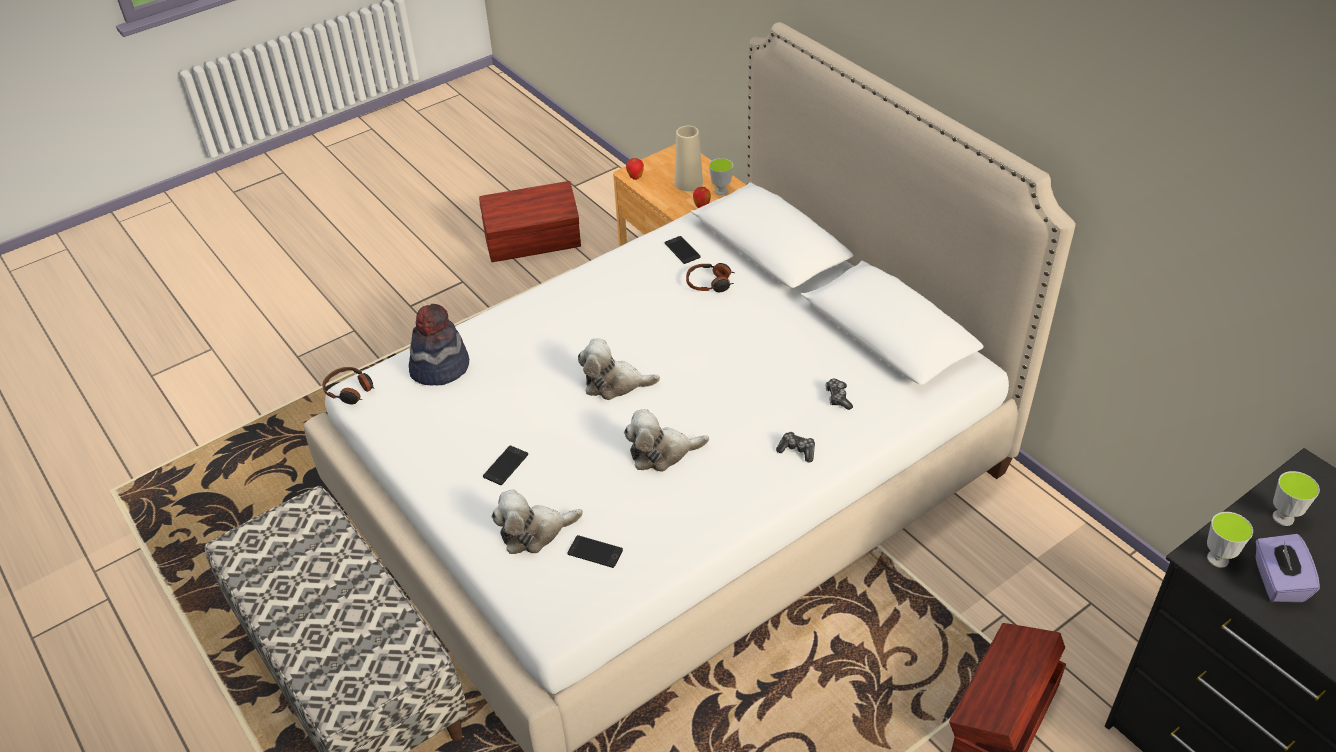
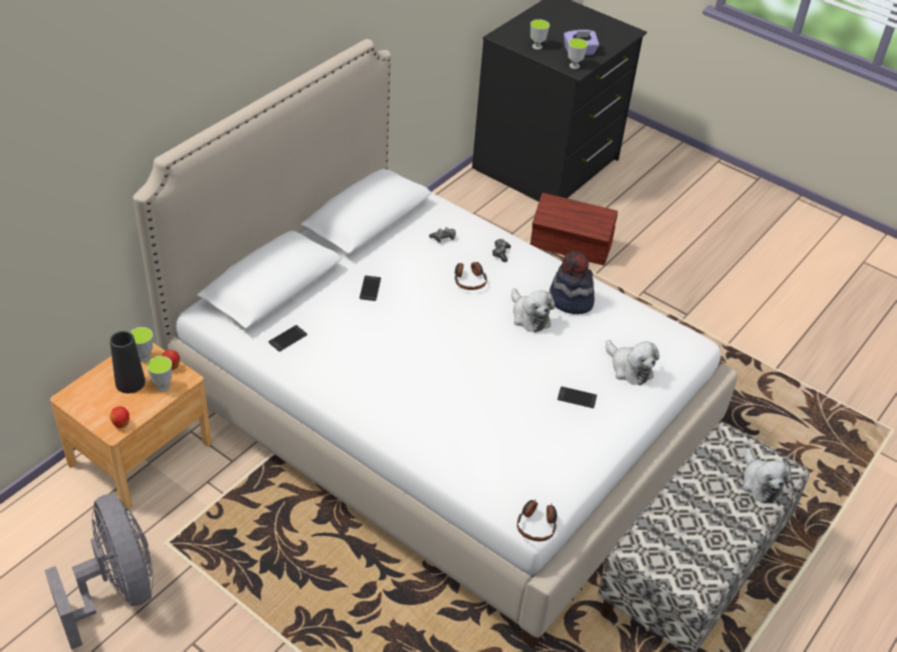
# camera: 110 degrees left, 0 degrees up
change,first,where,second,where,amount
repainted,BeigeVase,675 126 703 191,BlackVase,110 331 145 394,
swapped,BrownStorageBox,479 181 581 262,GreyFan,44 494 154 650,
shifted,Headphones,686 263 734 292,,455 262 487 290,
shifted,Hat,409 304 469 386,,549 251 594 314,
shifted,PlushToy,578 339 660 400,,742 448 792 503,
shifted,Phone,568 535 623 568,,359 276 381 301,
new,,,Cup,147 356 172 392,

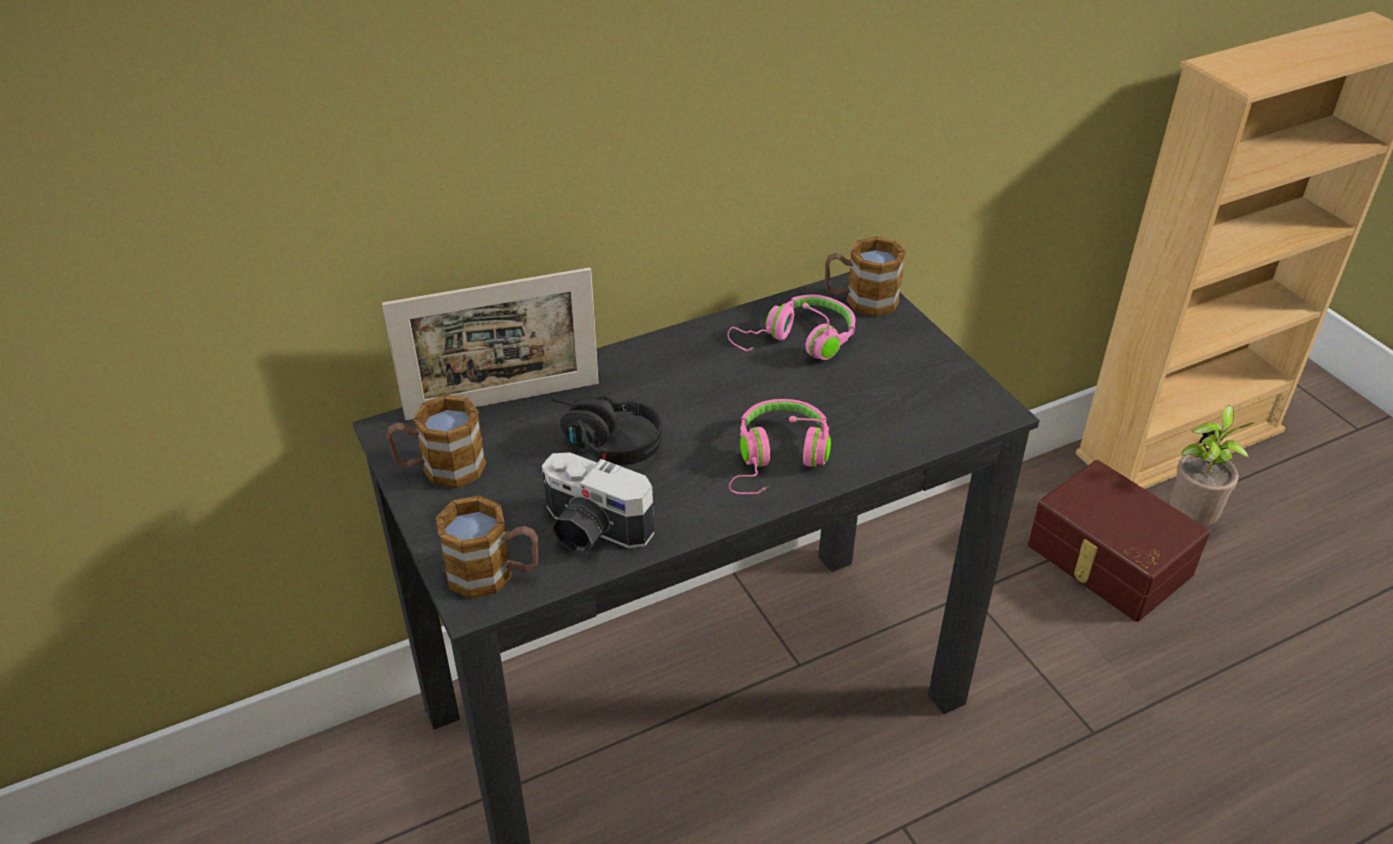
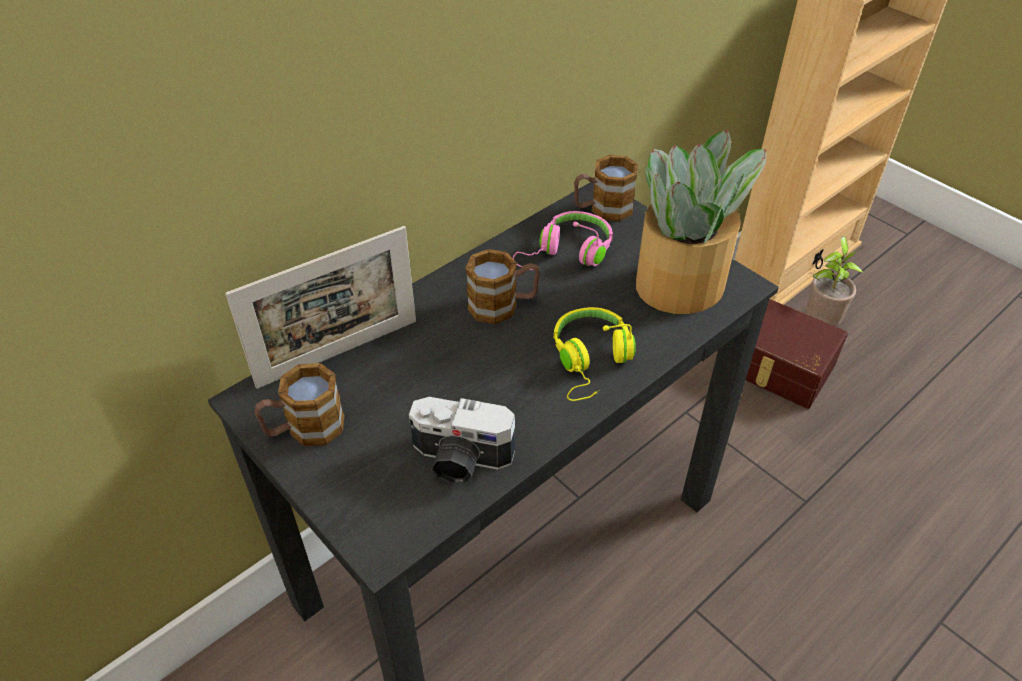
# camera: 15 degrees left, 5 degrees up
change,first,where,second,where,amount
gone,BlackHeadphones,550 396 662 465,,,
repainted,PinkHeadphones,729 399 831 494,YellowHeadphones,554 307 636 401,
shifted,Mug,436 496 538 599,,466 249 540 324,
new,,,PottedPlant,636 130 767 314,

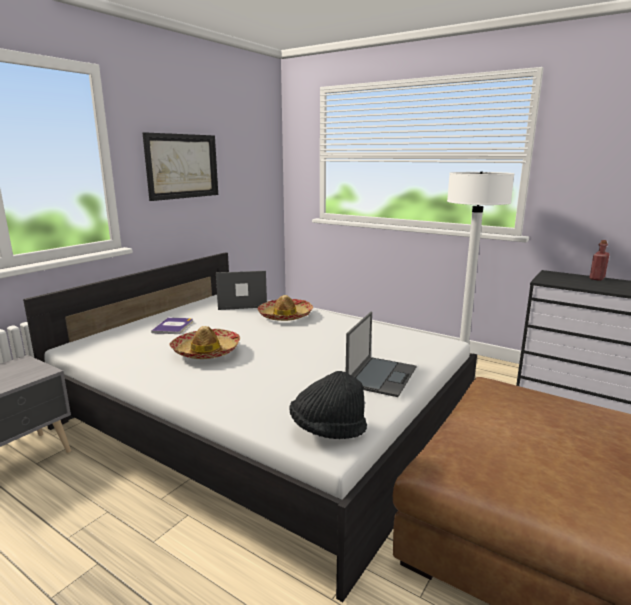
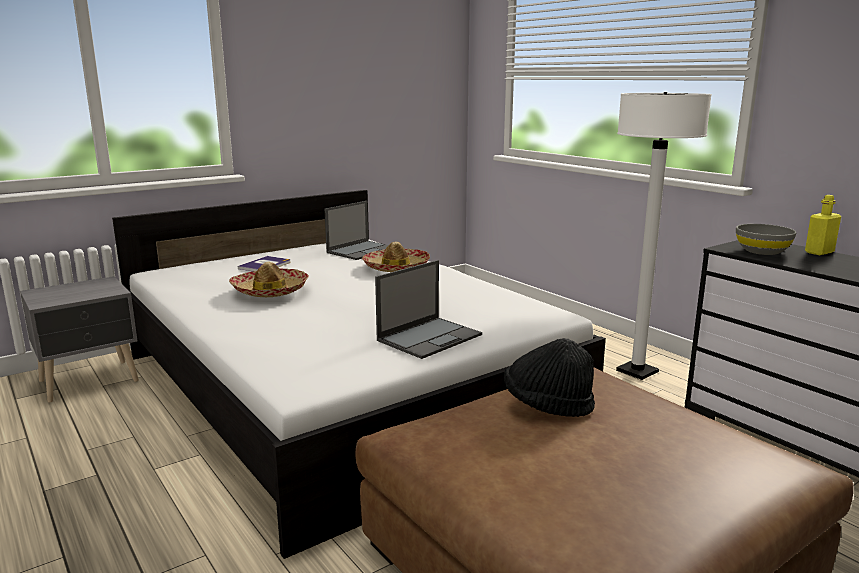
# camera: 20 degrees right, 0 degrees up
change,first,where,second,where,amount
gone,Picture,143 132 218 201,,,
repainted,RedBottle,589 240 609 281,YellowBottle,805 195 841 255,
rotated,Laptop,216 271 267 310,,325 201 388 260,120 degrees clockwise
shifted,BlackHat,290 371 367 439,,504 338 595 417,
new,,,GreyBowl,736 224 796 255,

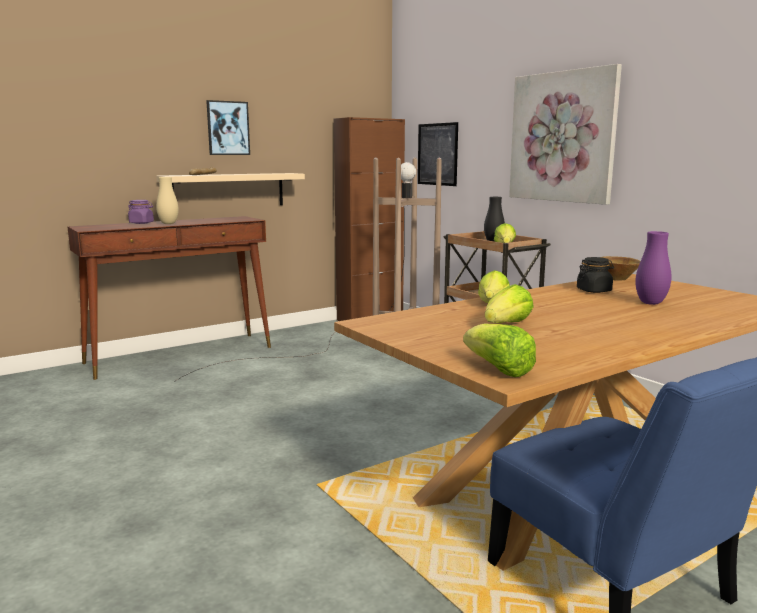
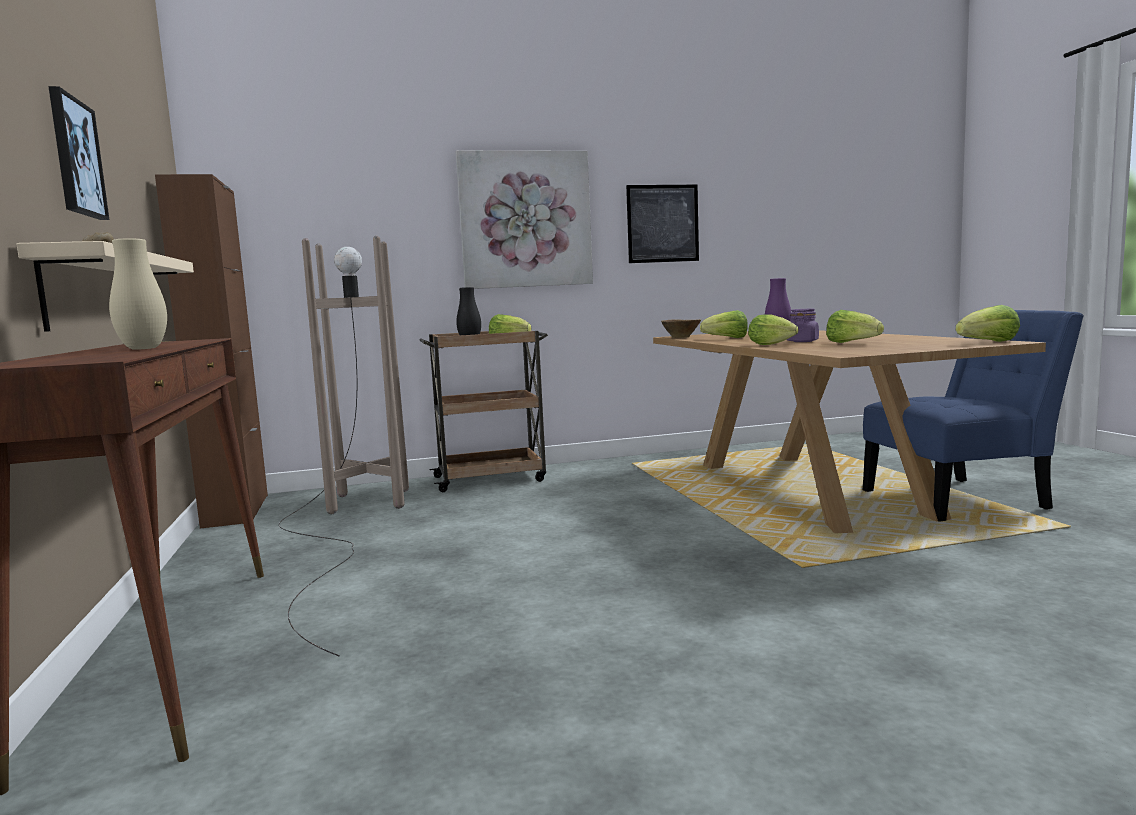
# camera: 70 degrees left, 5 degrees down
change,first,where,second,where,amount
shifted,Picture,418 122 458 186,,626 185 699 263,
shifted,PurpleJar,128 200 154 224,,787 309 819 342,
swapped,BlackJar,577 257 614 293,Lettuce,700 310 748 338,

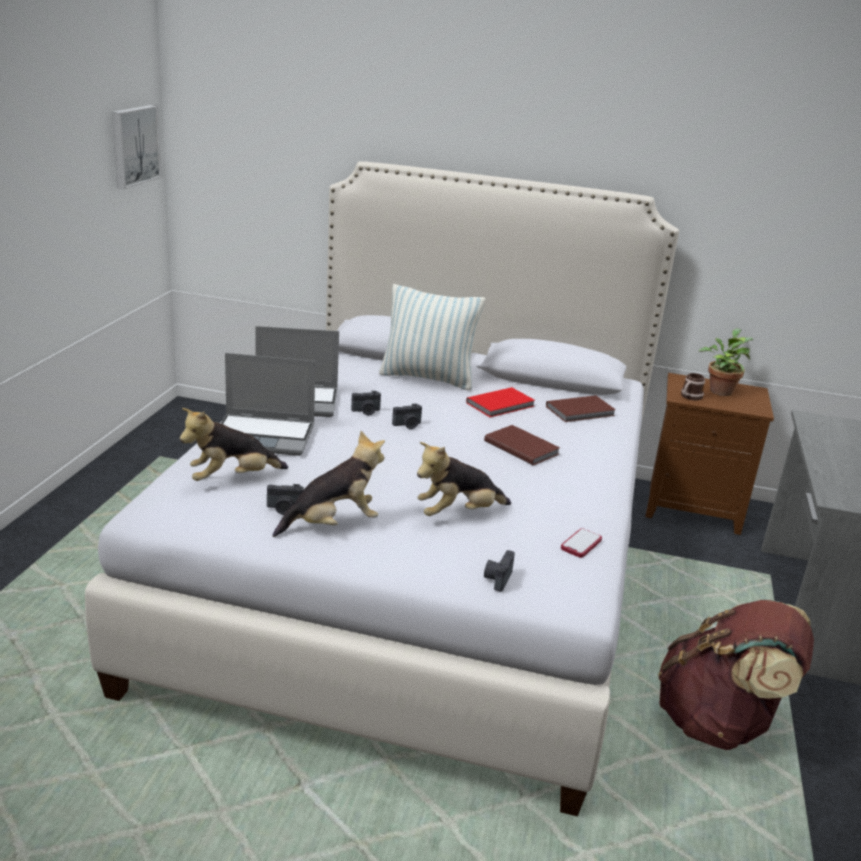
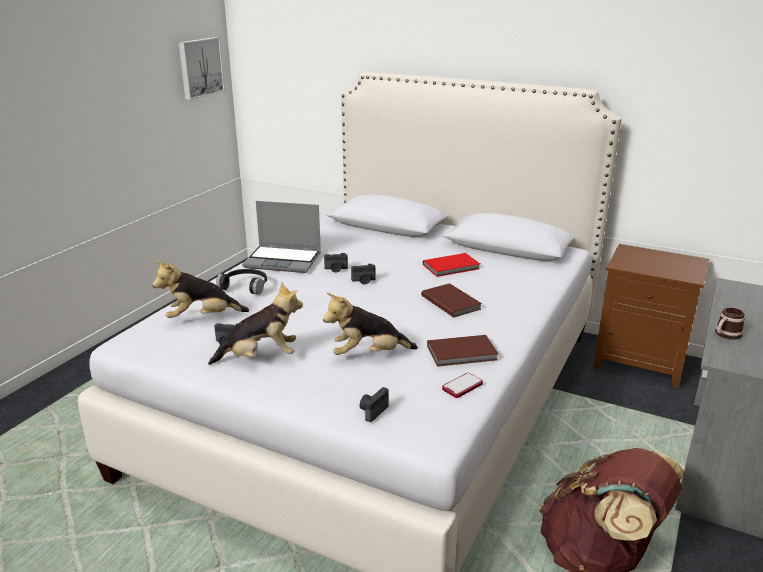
# camera: 15 degrees right, 0 degrees up
change,first,where,second,where,amount
gone,Pillow,379 284 485 390,,,
gone,PottedPlant,699 328 753 396,,,
swapped,Laptop,221 353 315 456,BlackHeadphones,216 269 267 295,
shifted,Mug,681 373 705 400,,715 308 745 340,
shifted,BrownBook,546 395 616 422,,427 335 498 367,

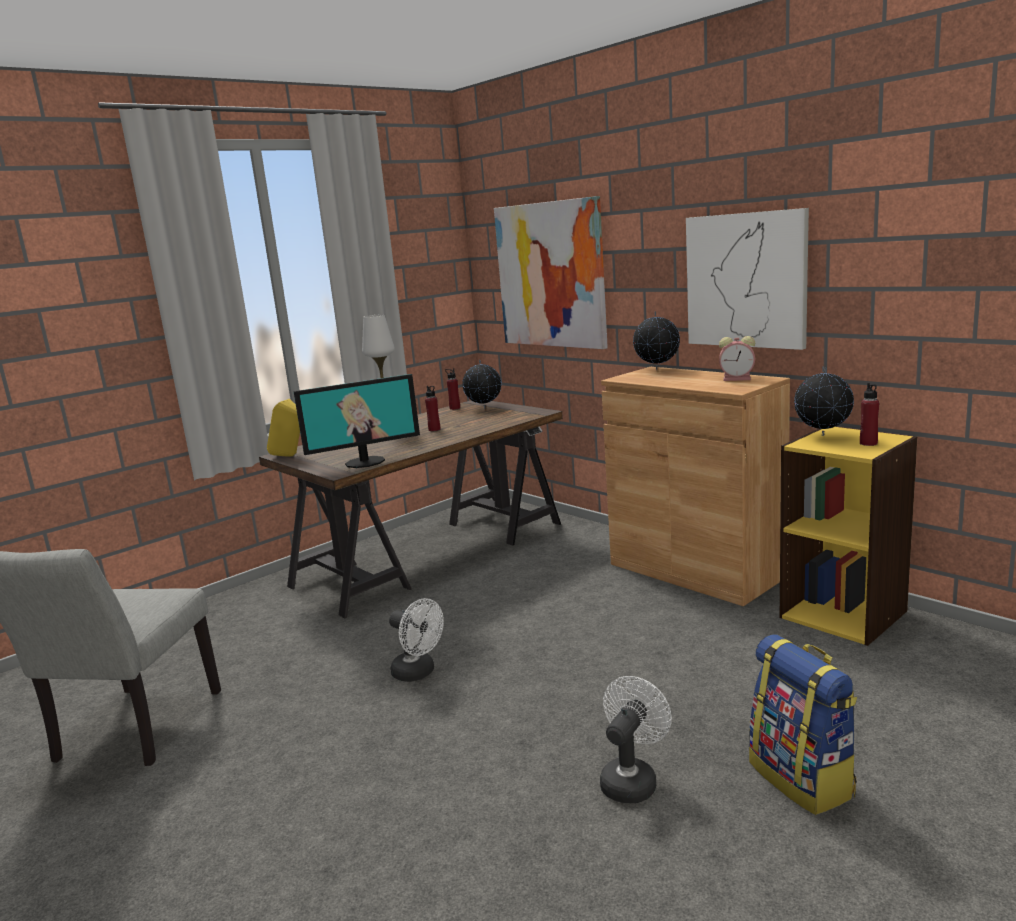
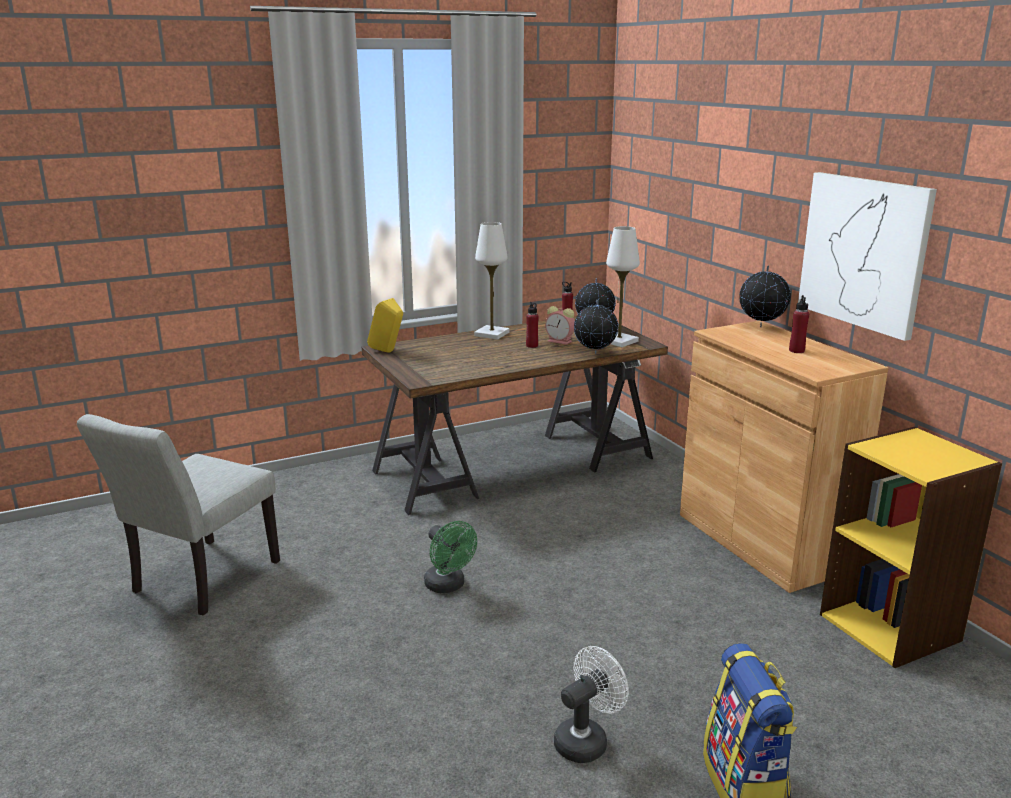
# camera: 15 degrees right, 5 degrees up
change,first,where,second,where,amount
gone,Picture,494 196 608 349,,,
shifted,AlarmClock,719 336 755 381,,545 306 575 345,
shifted,Globe,794 367 854 436,,574 300 618 354,
gone,Monitor,294 374 420 468,,,
shifted,RedBottle,860 383 879 446,,789 295 809 353,
repainted,WhiteFan,389 598 444 682,GreenFan,424 521 477 593,
new,,,WhiteTableLamp,606 226 640 347,

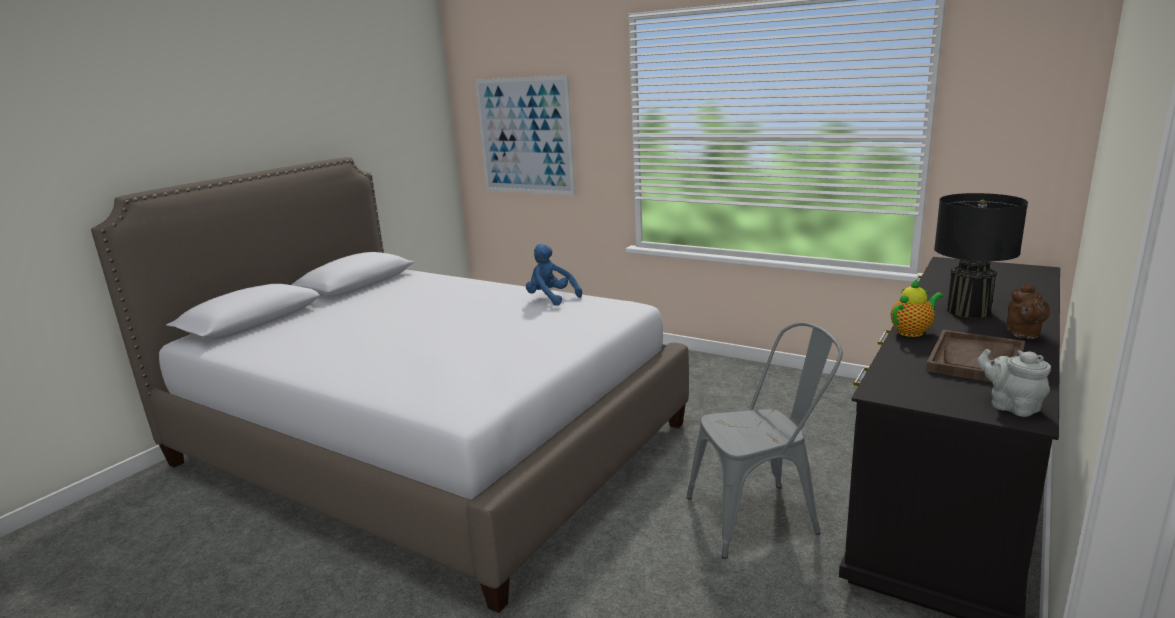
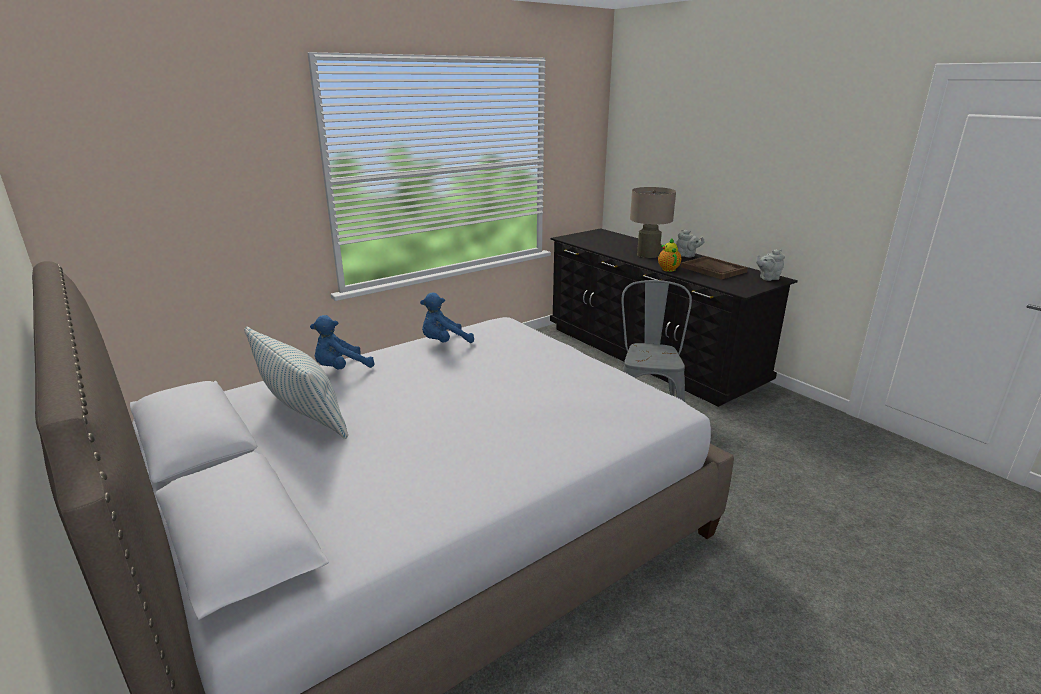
# camera: 70 degrees left, 5 degrees up
change,first,where,second,where,amount
gone,Picture,475 75 575 195,,,
repainted,BlackTableLamp,934 193 1028 318,BeigeTableLamp,630 187 676 258,
repainted,BrownTeapot,1006 282 1050 339,GreyTeapot,676 229 705 257,
new,,,BluePlushToy,310 315 375 369,
new,,,Pillow,244 327 348 439,

